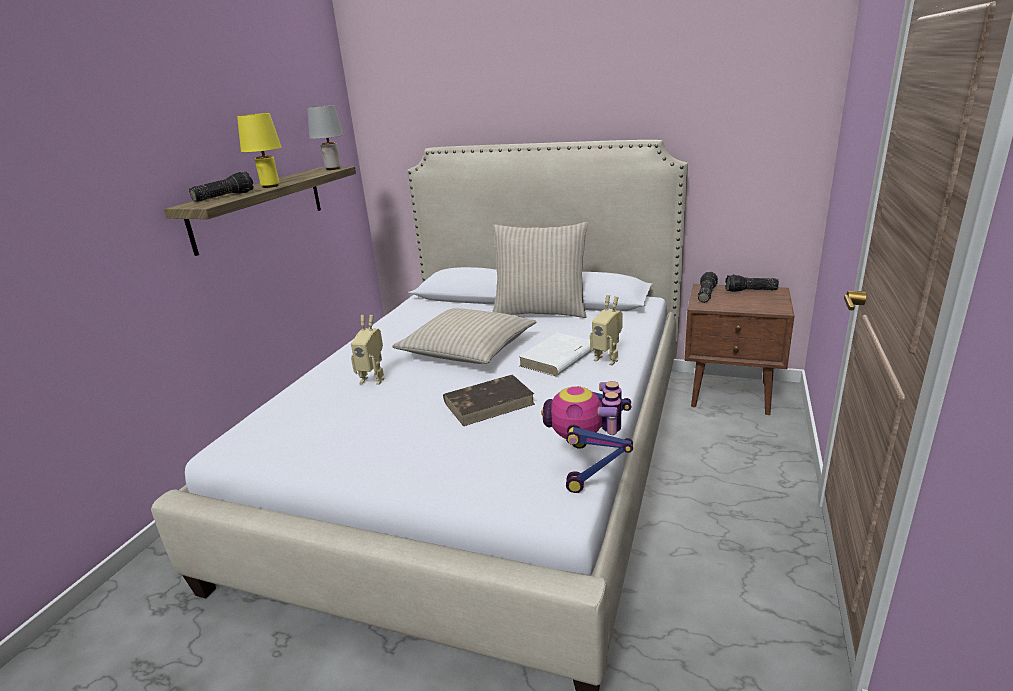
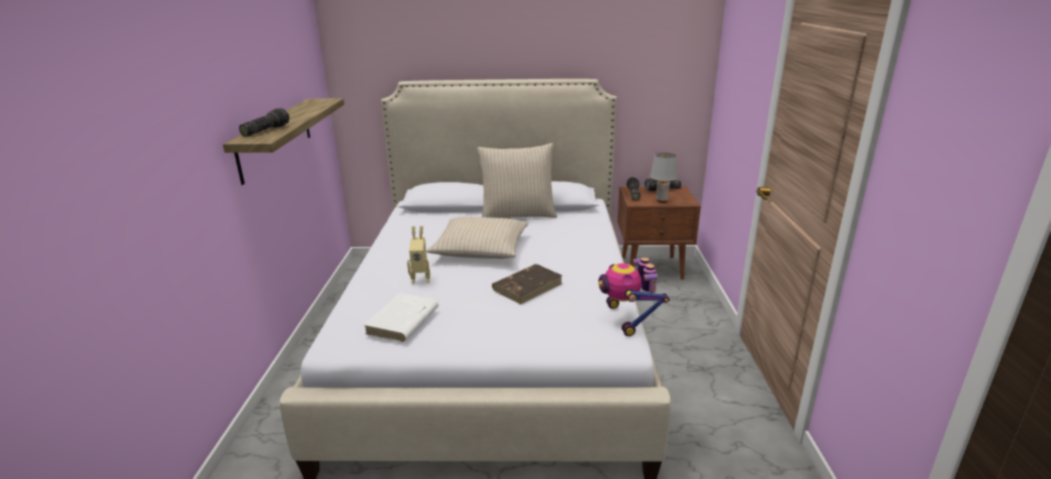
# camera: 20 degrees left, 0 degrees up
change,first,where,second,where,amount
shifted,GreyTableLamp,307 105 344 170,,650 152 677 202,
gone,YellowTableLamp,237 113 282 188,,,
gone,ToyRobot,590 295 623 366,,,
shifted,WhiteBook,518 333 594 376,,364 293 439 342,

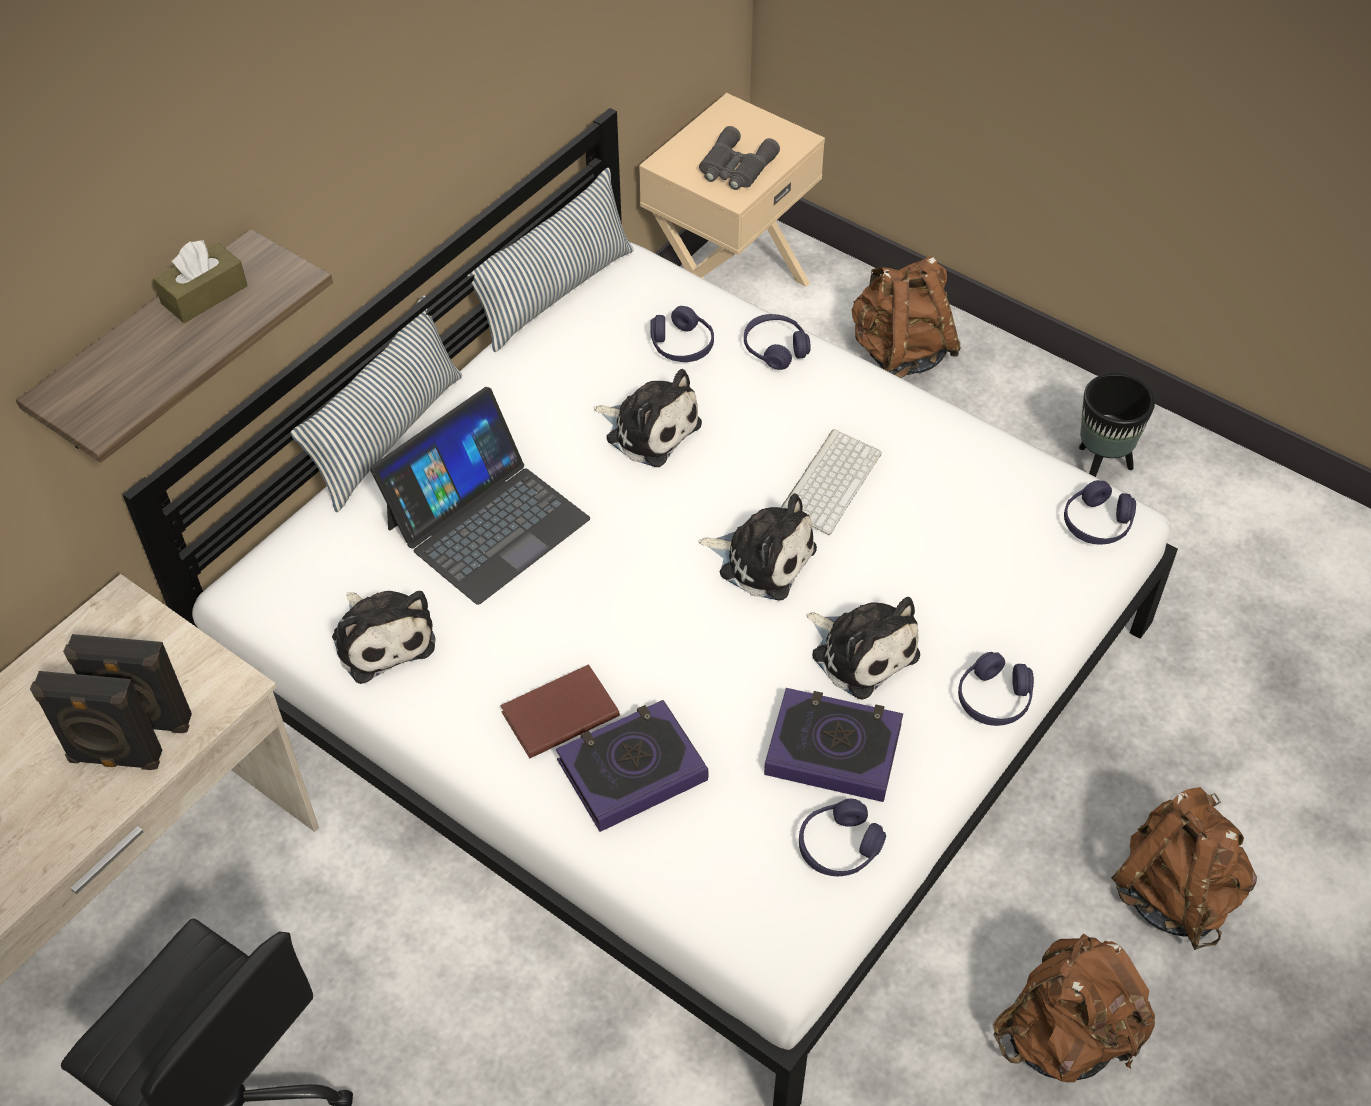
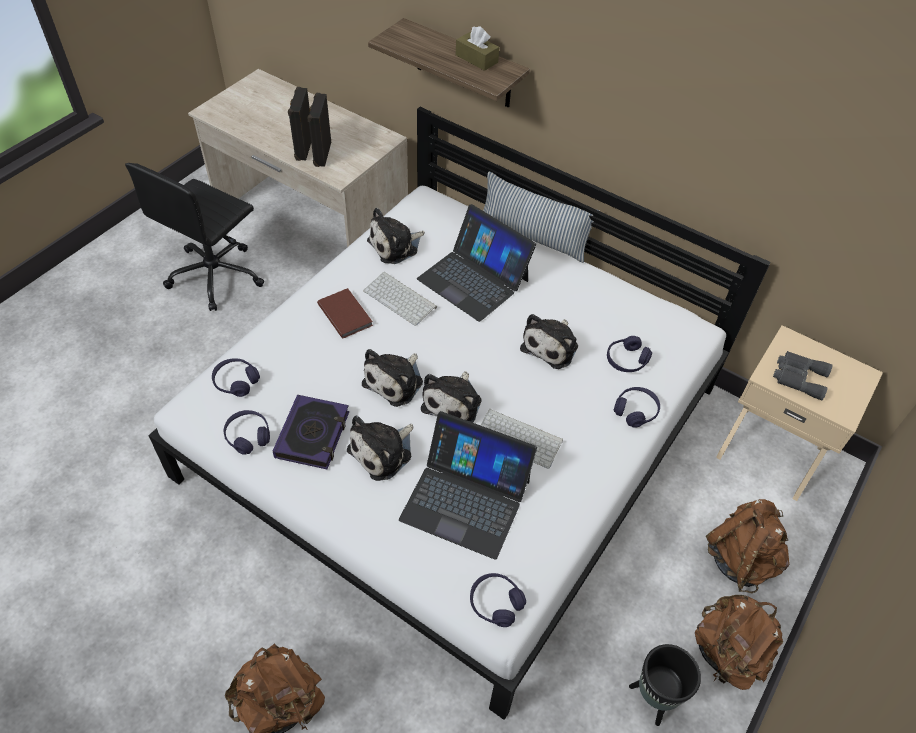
# camera: 85 degrees right, 0 degrees up
change,first,where,second,where,amount
gone,Pillow,467 168 633 352,,,
shifted,PurpleHeadphones,958 652 1034 726,,212 358 260 397,
gone,Book,556 700 708 832,,,
shifted,BrownBackpack,993 934 1155 1082,,695 595 783 690,
new,,,Keyboard,363 272 437 326,
new,,,PlushToy,362 349 423 407,
new,,,Laptop,399 411 537 559,

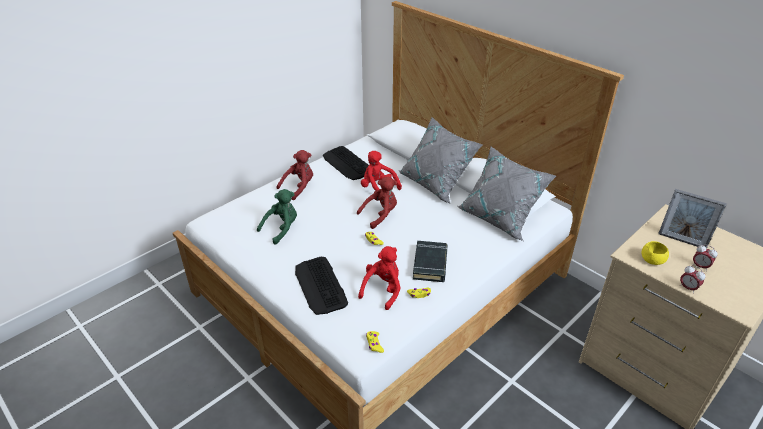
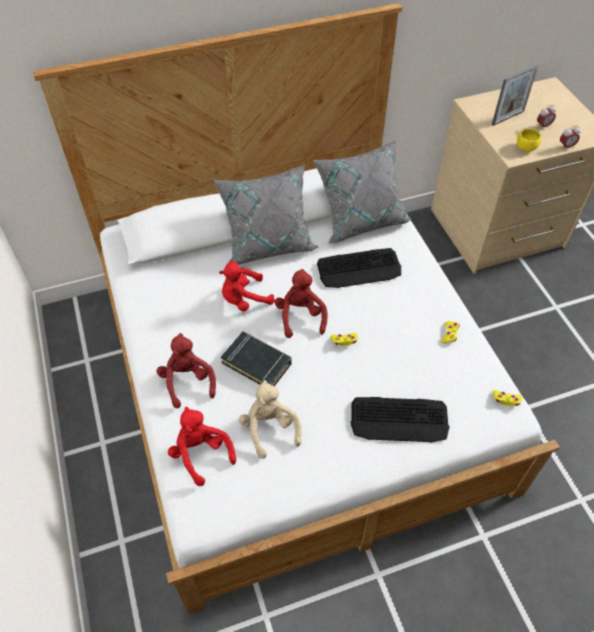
# camera: 65 degrees left, 15 degrees up
change,first,where,second,where,amount
shifted,Keyboard,323 146 369 180,,317 248 401 288,
repainted,GreenPlushToy,257 189 297 245,BeigePlushToy,239 380 301 459,
shifted,BlackBook,413 241 448 282,,221 332 292 386,
shifted,RedPlushToy,358 246 401 310,,168 407 236 486,

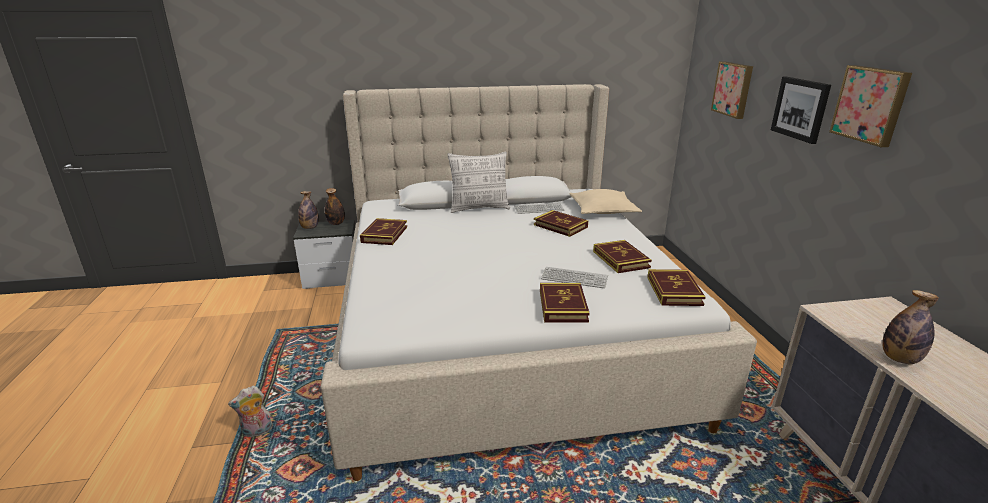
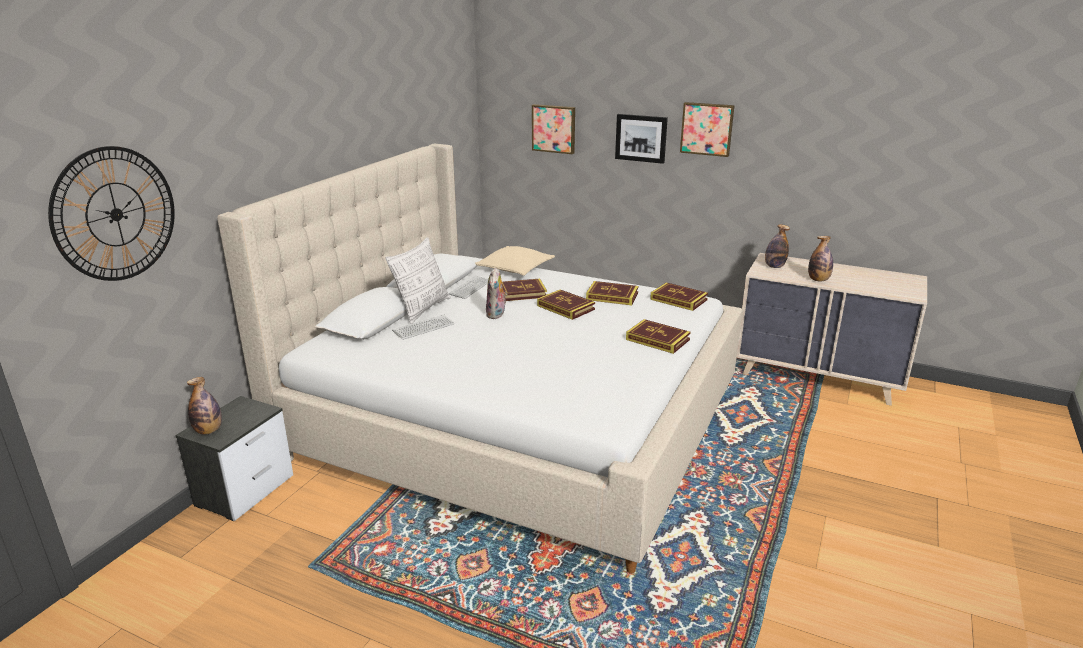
# camera: 55 degrees left, 0 degrees up
change,first,where,second,where,amount
shifted,Bottle,325 188 345 225,,765 225 790 268,
shifted,Book,360 218 407 245,,537 289 595 320,
shifted,Keyboard,541 267 608 288,,392 315 454 340,
shifted,PlushToy,228 386 273 437,,486 268 507 319,
new,,,WallClock,48 146 175 281,

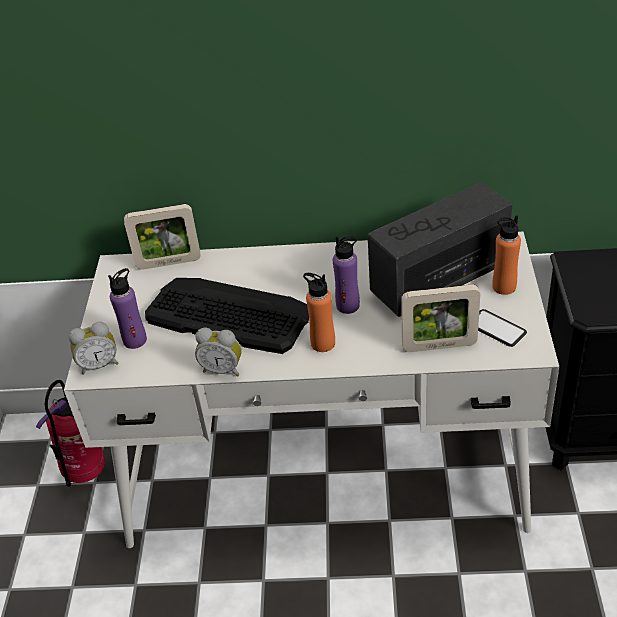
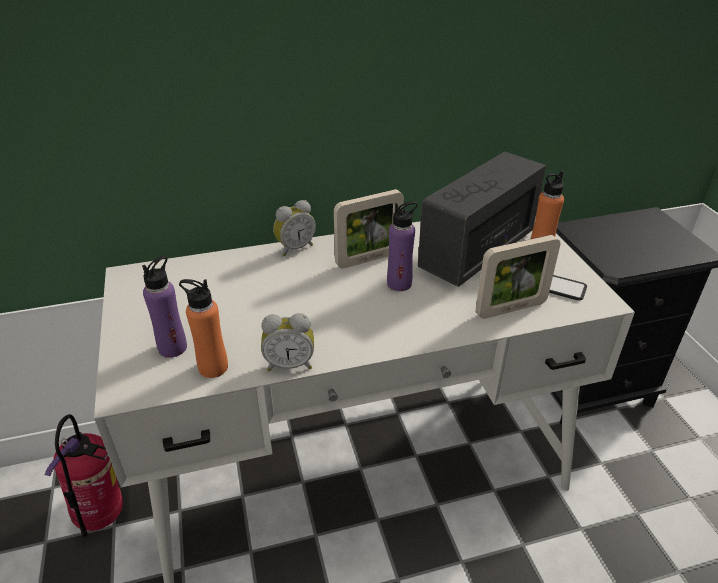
# camera: 20 degrees left, 5 degrees down
change,first,where,second,where,amount
shifted,PictureFrame,124 204 201 270,,334 189 404 269,
shifted,OrangeBottle,303 273 335 352,,179 279 228 378,
gone,Keyboard,145 278 309 354,,,
shifted,AlarmClock,69 322 118 375,,273 200 316 256,

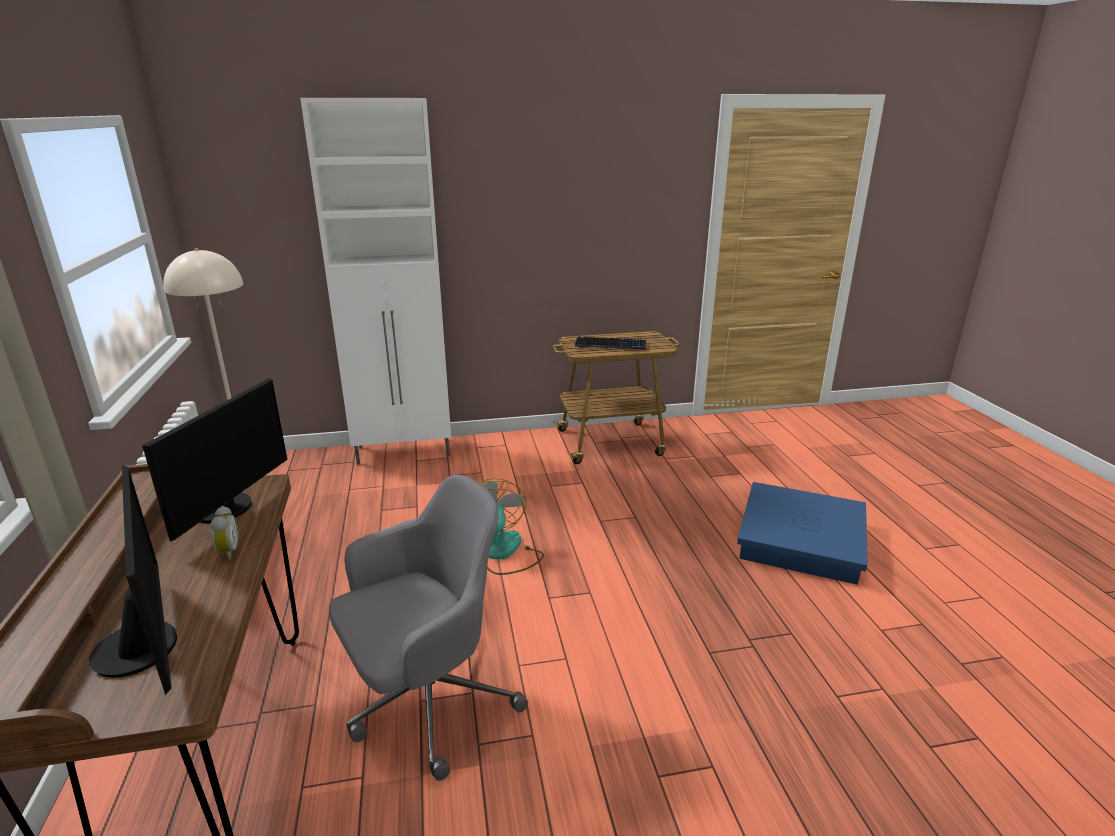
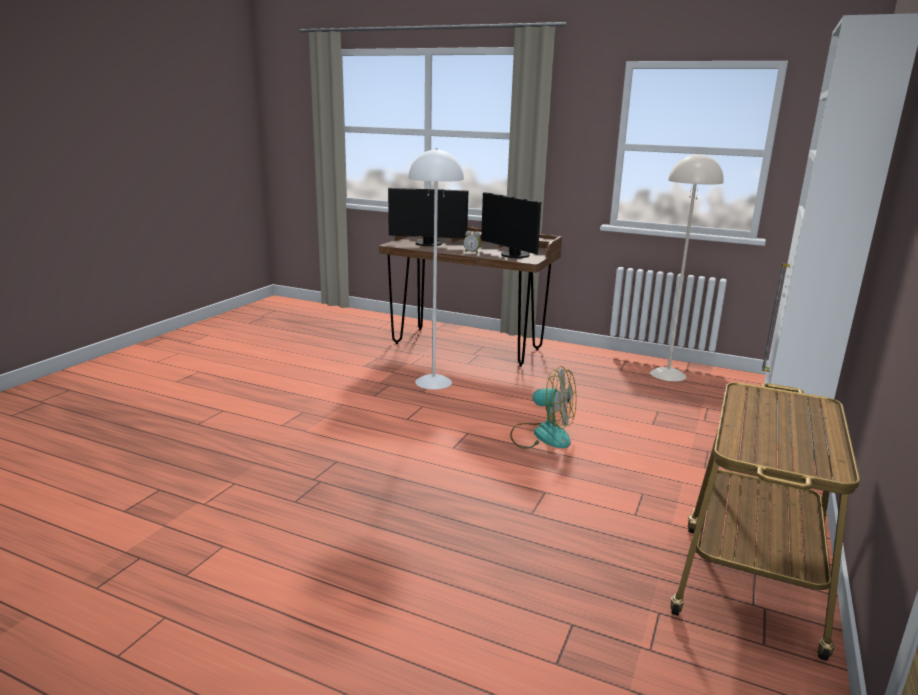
# camera: 125 degrees right, 5 degrees down
change,first,where,second,where,amount
gone,Keyboard,575 336 646 349,,,
swapped,GreyOfficeChair,329 474 528 781,WhiteFloorLamp,408 148 464 389,
gone,BlueStorageBox,737 482 868 585,,,

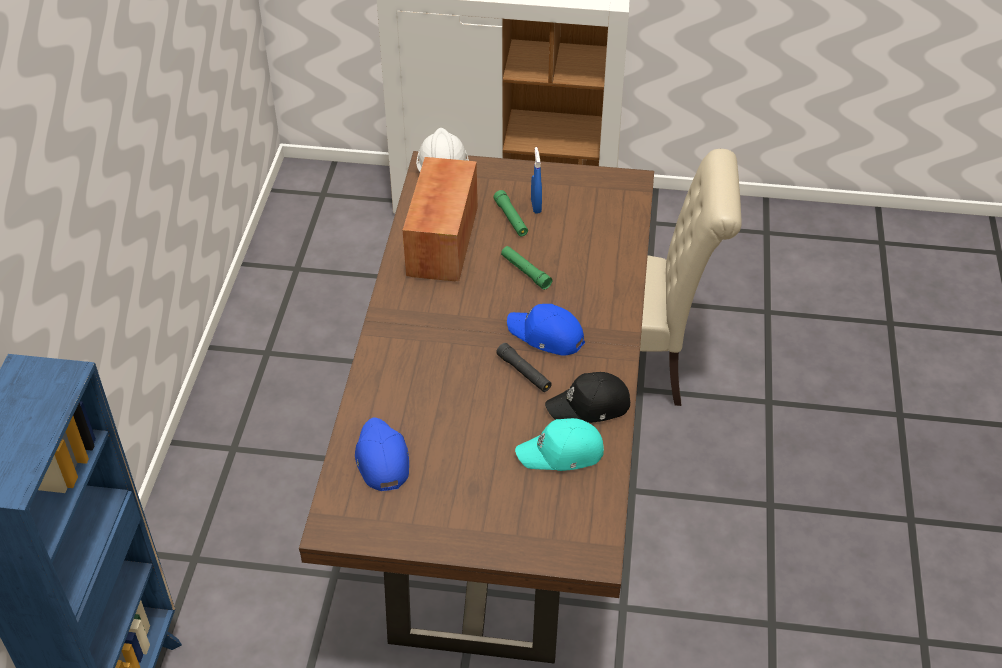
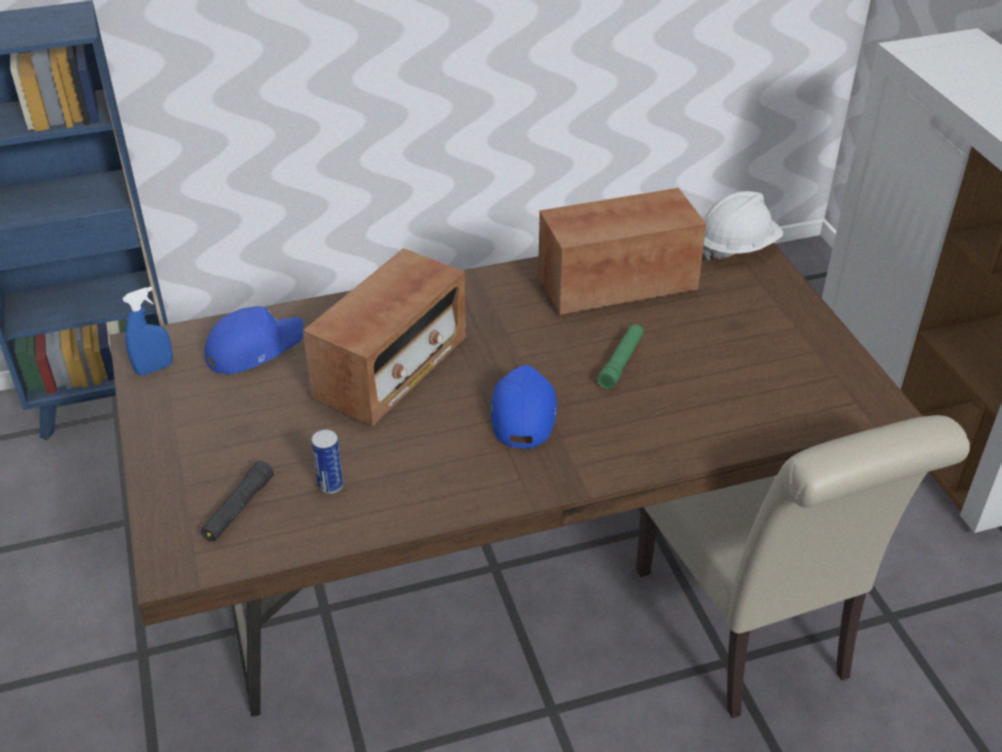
# camera: 65 degrees right, 5 degrees down
change,first,where,second,where,amount
shifted,BlueSprayBottle,531 147 542 213,,122 287 173 375,
gone,GreenFlashlight,494 190 528 236,,,
shifted,BlackFlashlight,496 343 552 392,,201 460 274 542,
gone,BlackCap,545 372 630 423,,,
swapped,TurquoiseCap,515 418 604 471,Can,311 430 343 494,
new,,,Radio,303 248 466 426,

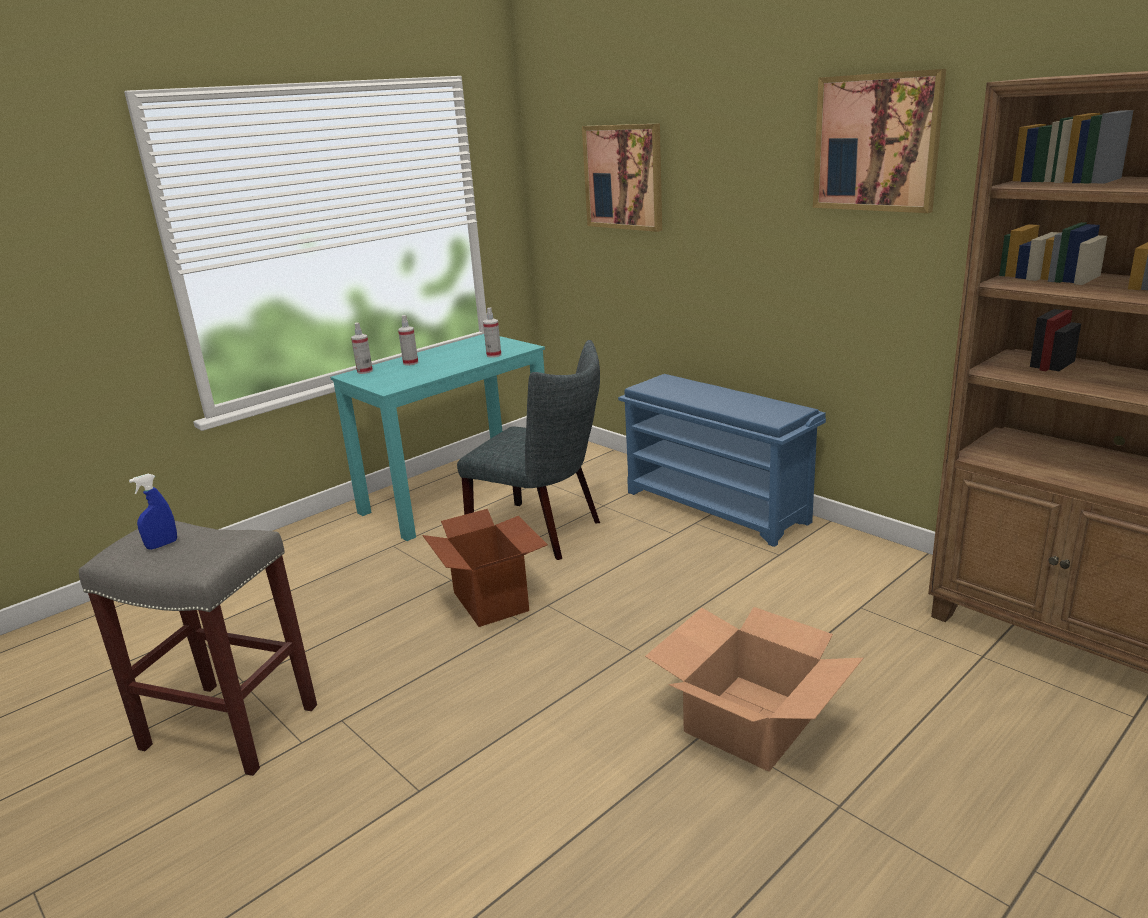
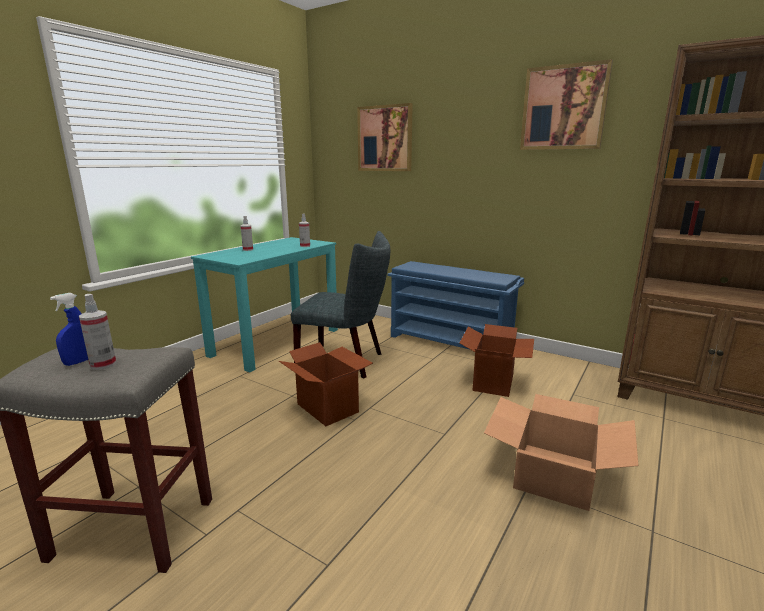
# camera: 15 degrees left, 5 degrees down
change,first,where,second,where,amount
shifted,SprayBottle,351 323 373 374,,79 294 116 370,
new,,,CardboardBox,460 324 534 397,

